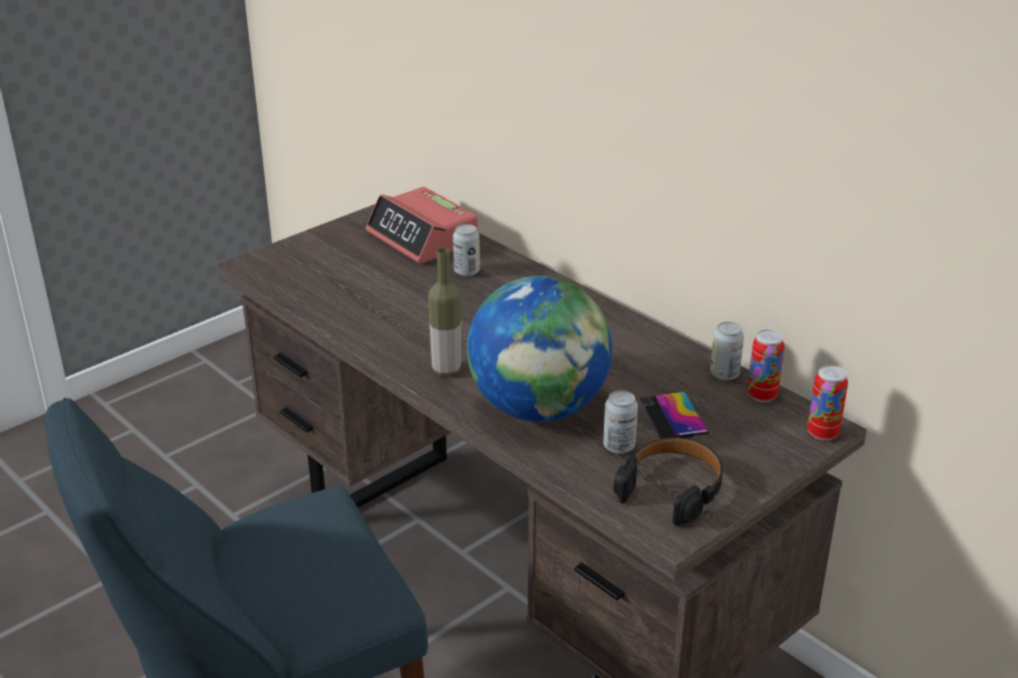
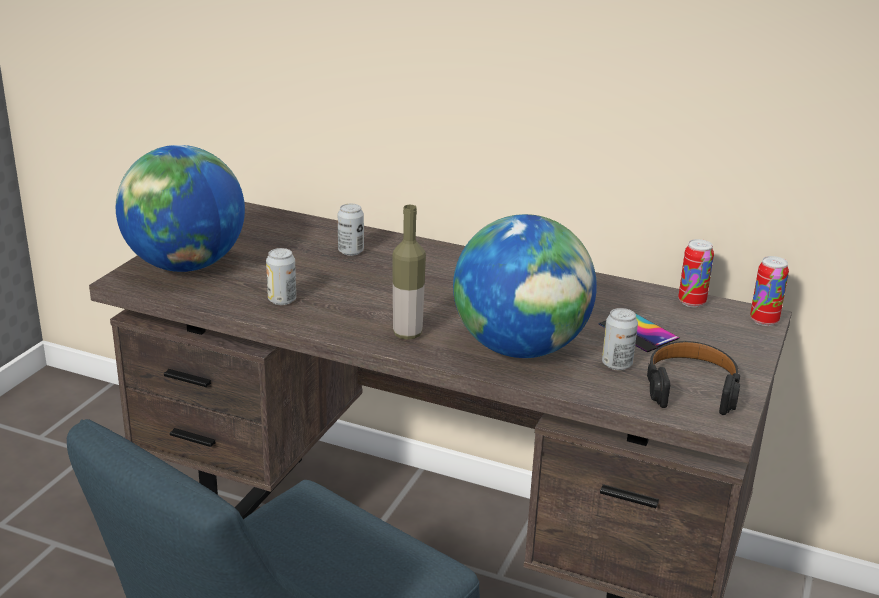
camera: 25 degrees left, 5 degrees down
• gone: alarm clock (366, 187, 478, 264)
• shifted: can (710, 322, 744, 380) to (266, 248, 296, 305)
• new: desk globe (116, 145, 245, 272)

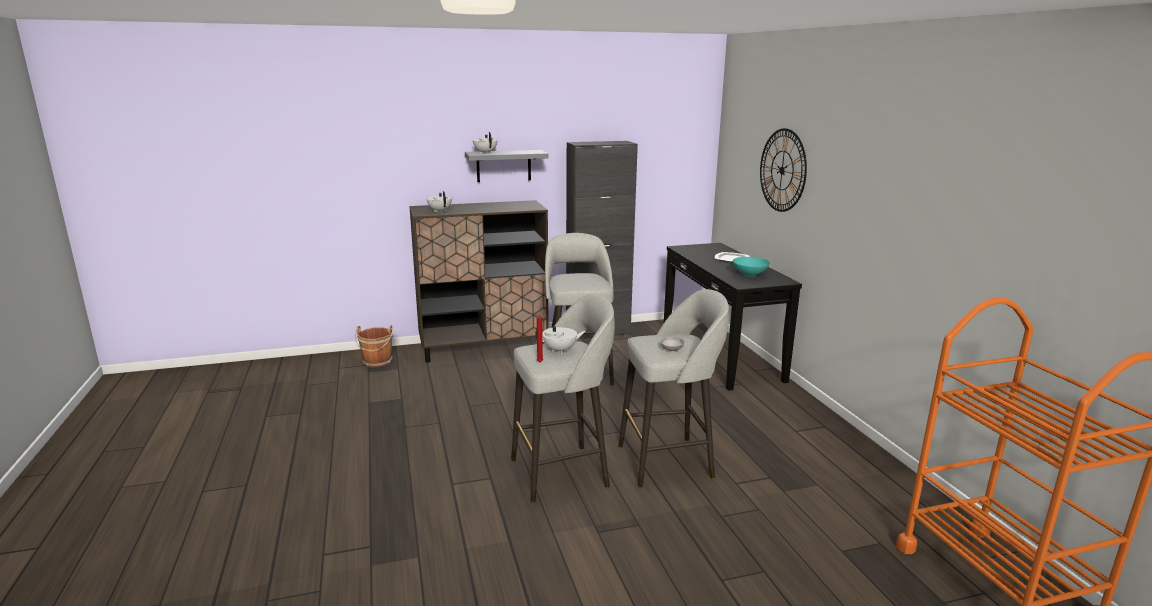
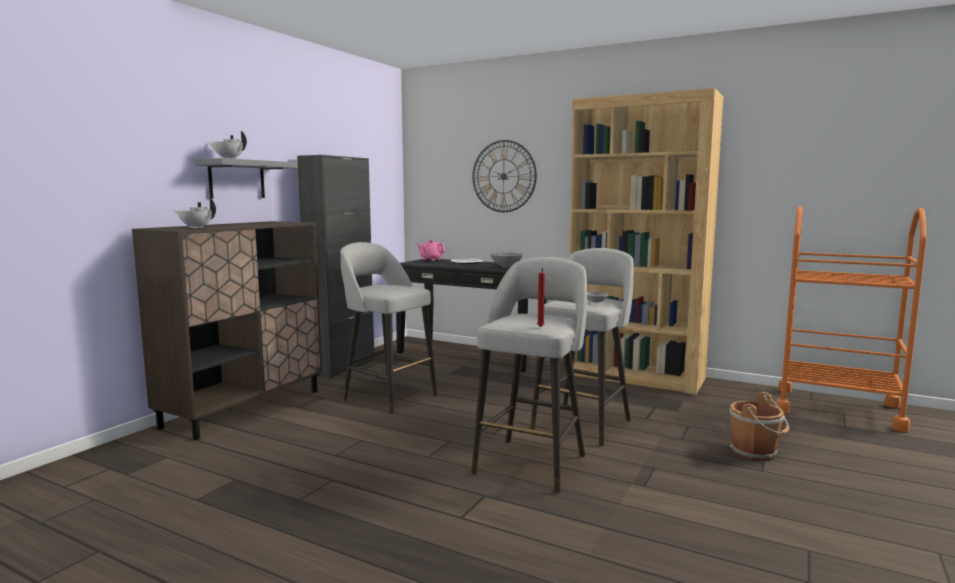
camera: 45 degrees left, 10 degrees down
• repainted: deep dish in blue-green (733, 257, 770, 276) to deep dish in greyish (490, 253, 523, 267)
• shifted: bucket in brown (355, 326, 394, 367) to (730, 392, 790, 461)
• gone: pot for tea in white (535, 326, 586, 354)
• new: bookshelf in brown (569, 88, 724, 395)
• new: pot for tea in pink-coloured (417, 240, 445, 261)

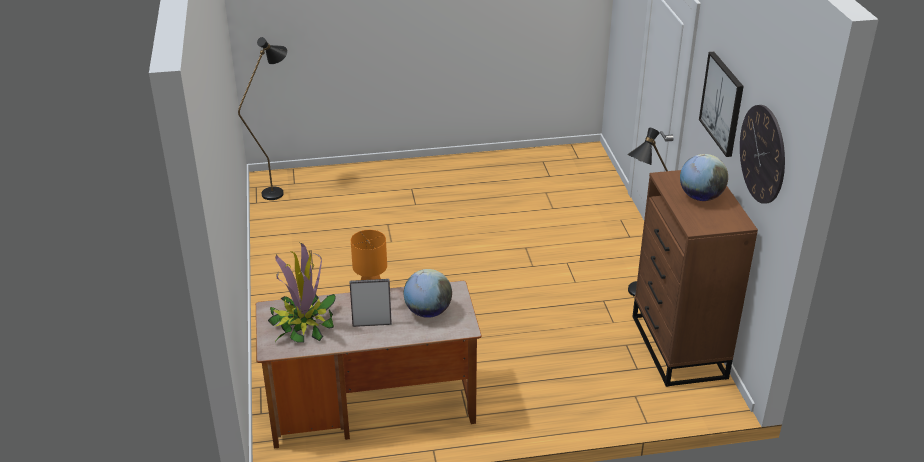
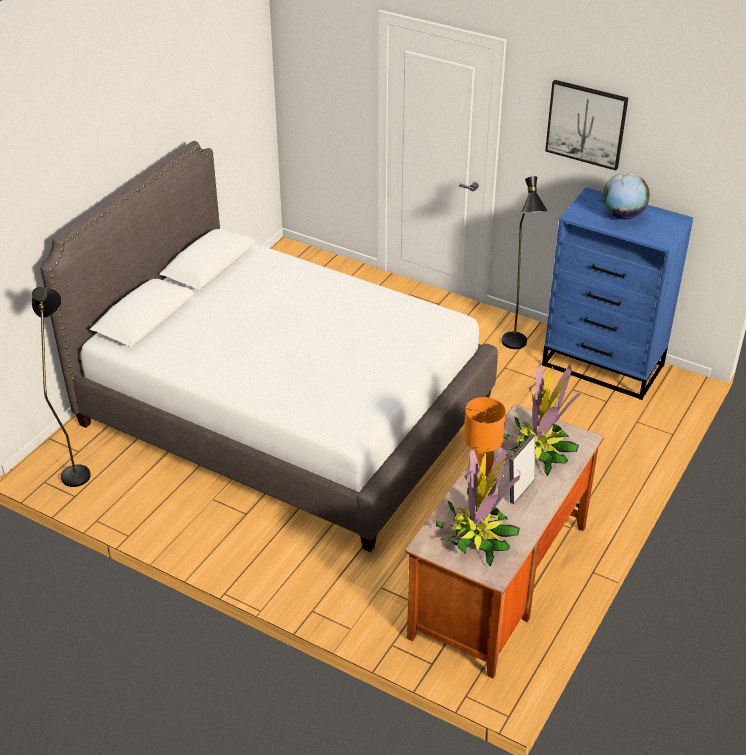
camera: 50 degrees left, 5 degrees up
• gone: clock on the wall (740, 105, 785, 204)
• repainted: drawer chest in brown (632, 170, 758, 387) to drawer chest in blue-coloured (542, 188, 693, 400)
• swapped: desk globe (404, 269, 452, 318) to potted plant (503, 363, 582, 476)
• new: sleeping bed in white (40, 141, 498, 552)

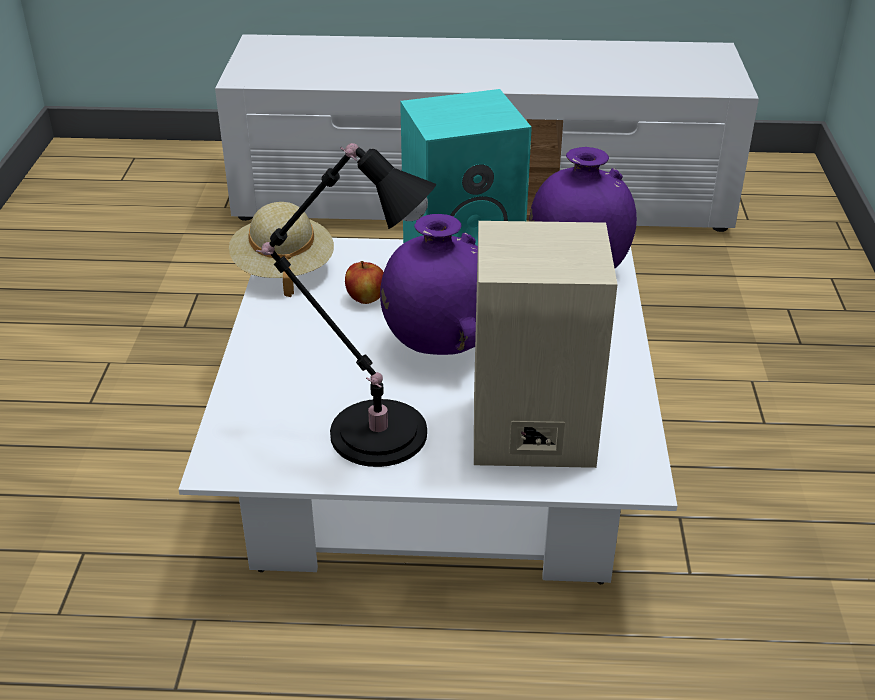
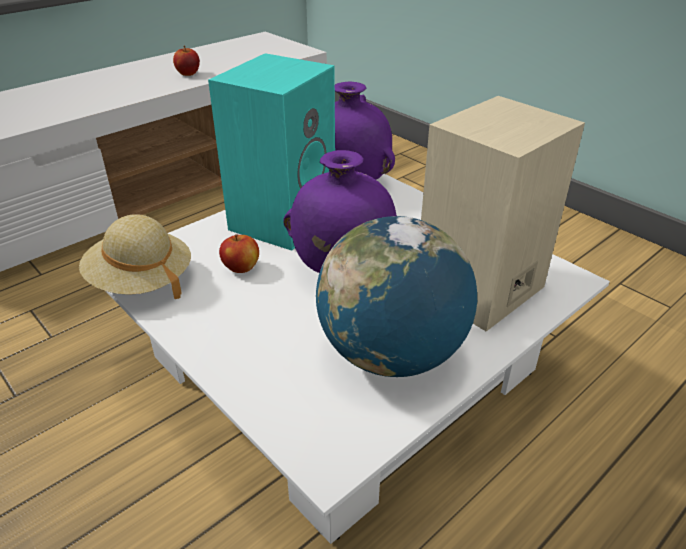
camera: 45 degrees left, 0 degrees up
• swapped: lamp for a table in blackish (256, 143, 436, 467) to desk globe (316, 216, 477, 377)
• new: apple (173, 45, 200, 76)

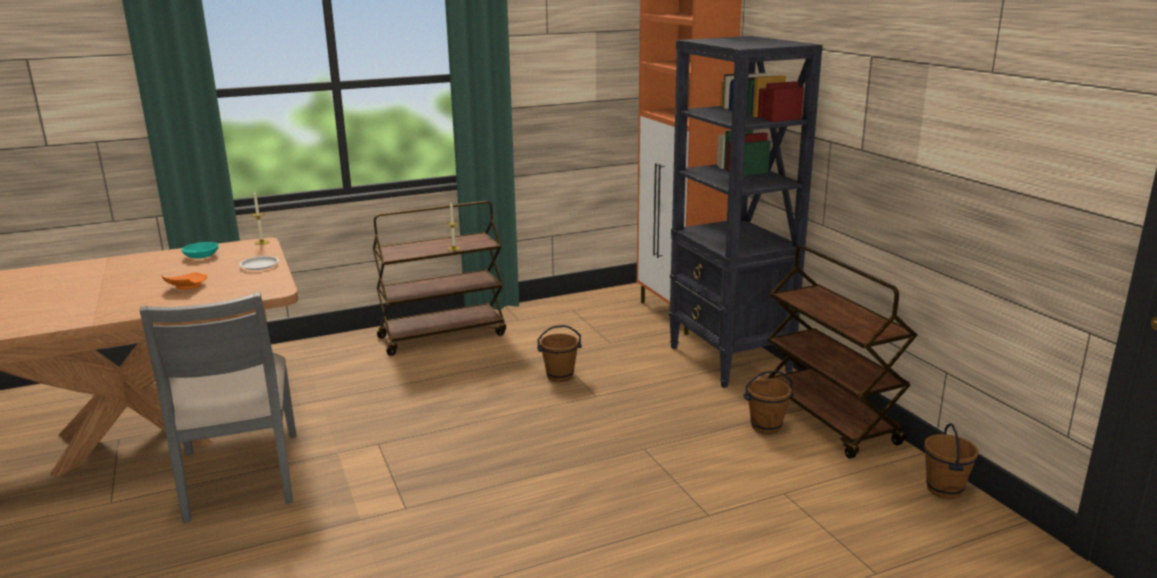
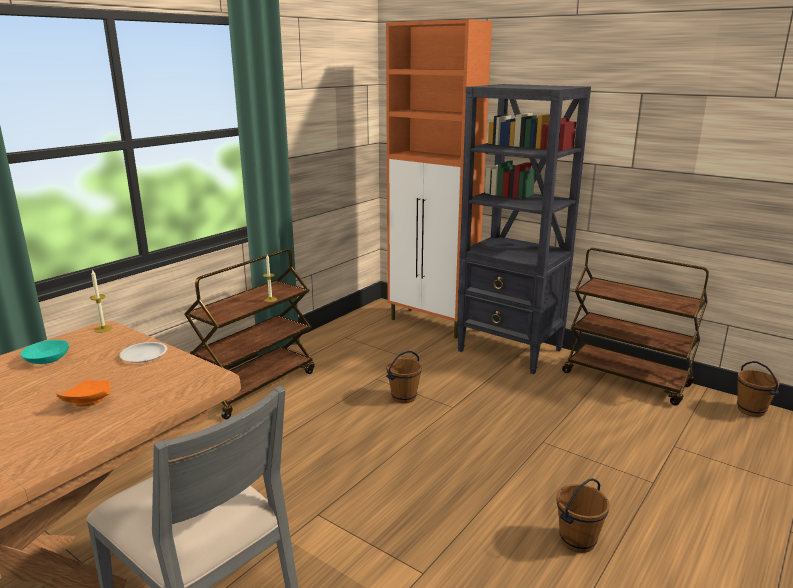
camera: 30 degrees left, 0 degrees up
• shifted: bucket in brown (743, 370, 794, 434) to (557, 478, 610, 553)

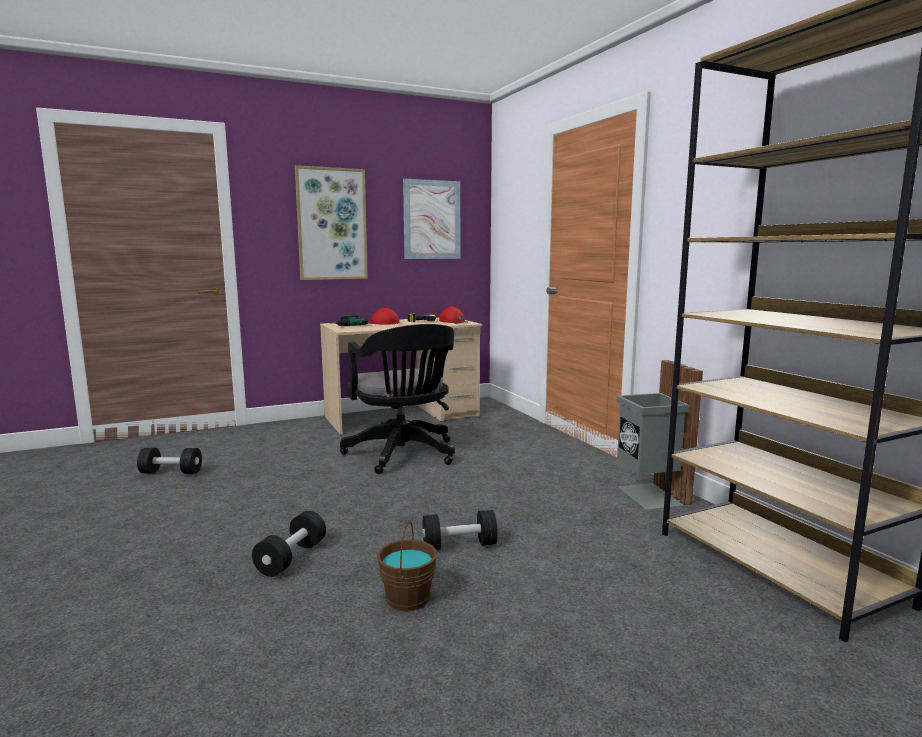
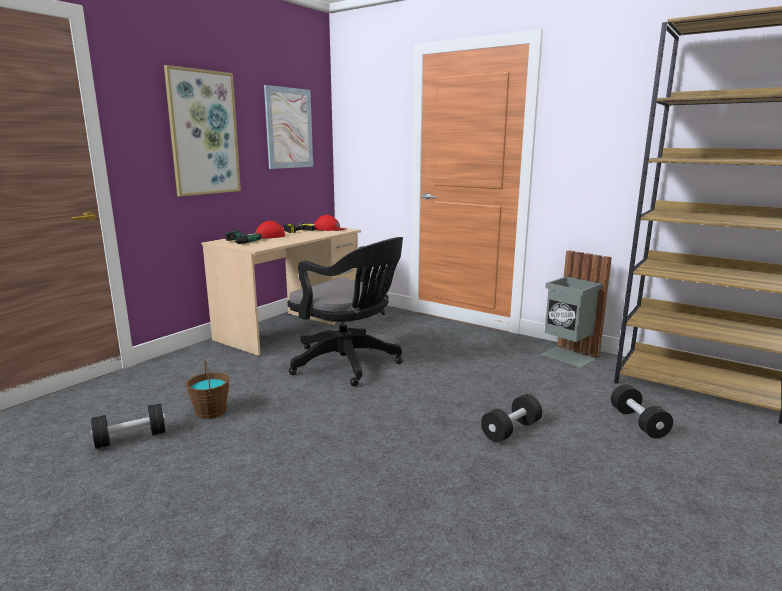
camera: 30 degrees left, 5 degrees up
• shifted: free weight in blackish (252, 511, 326, 577) to (611, 384, 673, 439)
• shifted: bucket in brown (377, 521, 437, 612) to (186, 359, 230, 419)

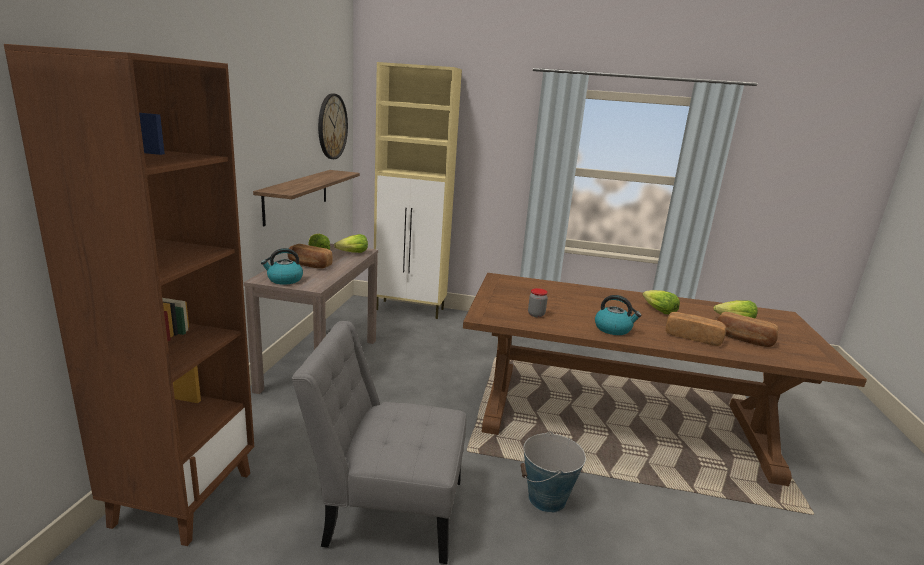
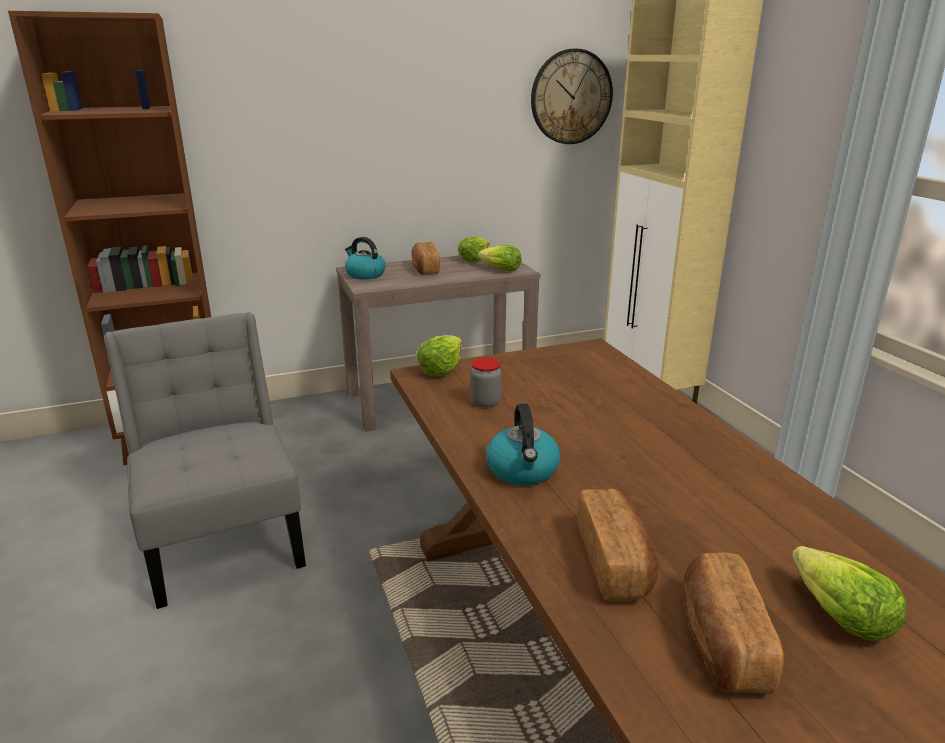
camera: 60 degrees right, 5 degrees up
• gone: wall shelf (253, 170, 360, 226)
• shifted: head of lettuce (642, 290, 680, 314) to (416, 335, 462, 376)
• gone: bucket (520, 431, 586, 513)

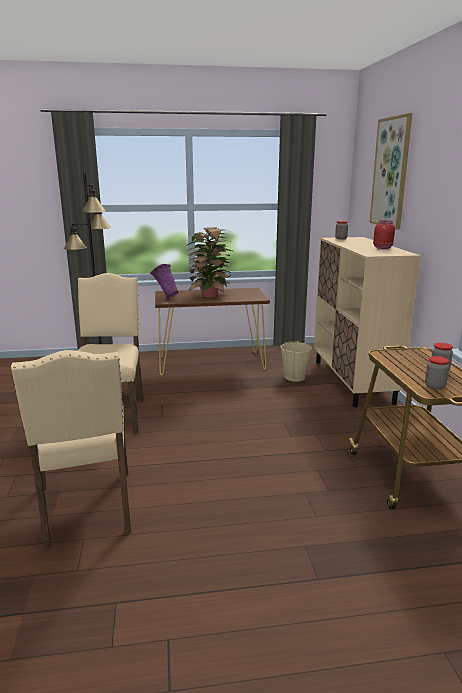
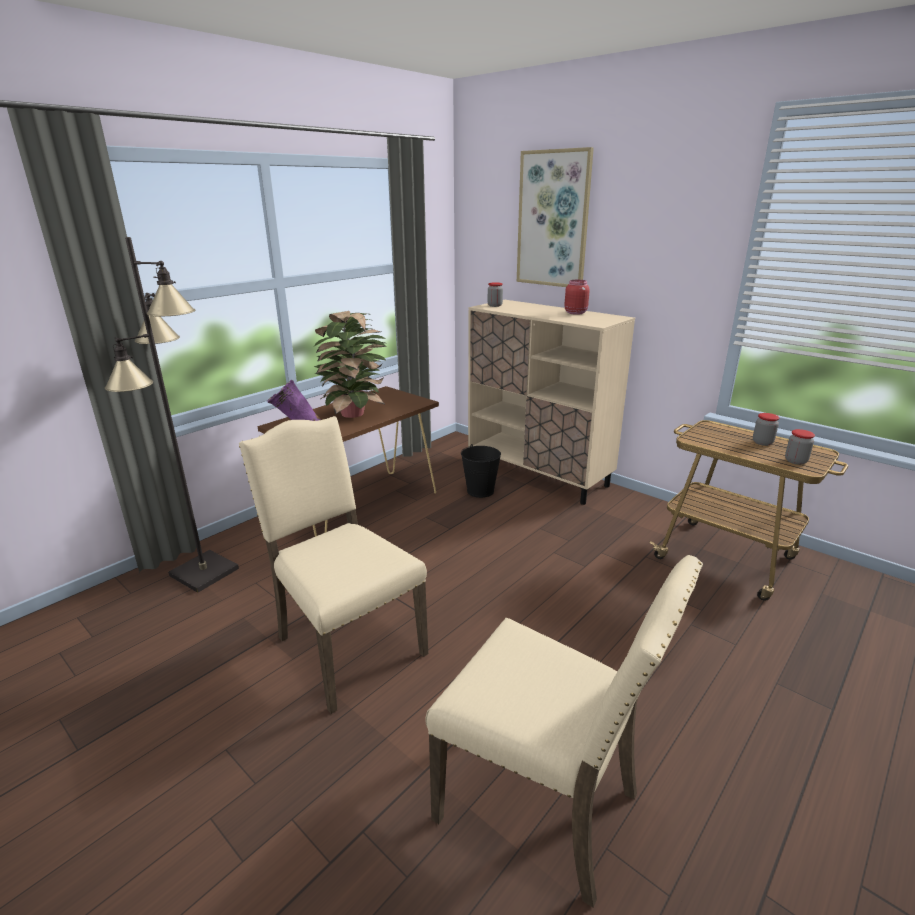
camera: 40 degrees left, 5 degrees up
• repainted: bucket in beige-coloured (280, 341, 312, 382) to bucket in blackish (461, 444, 501, 498)

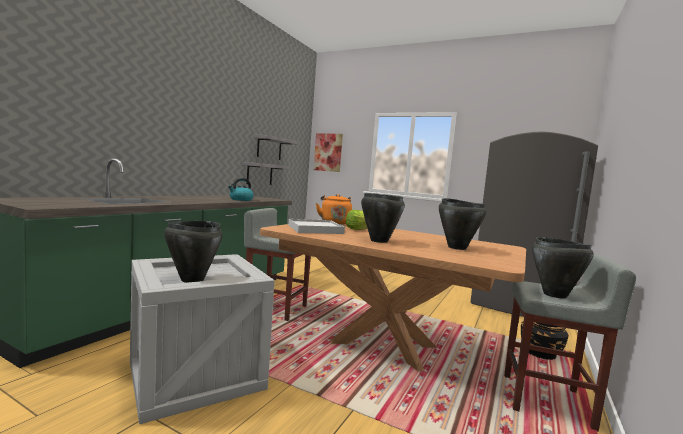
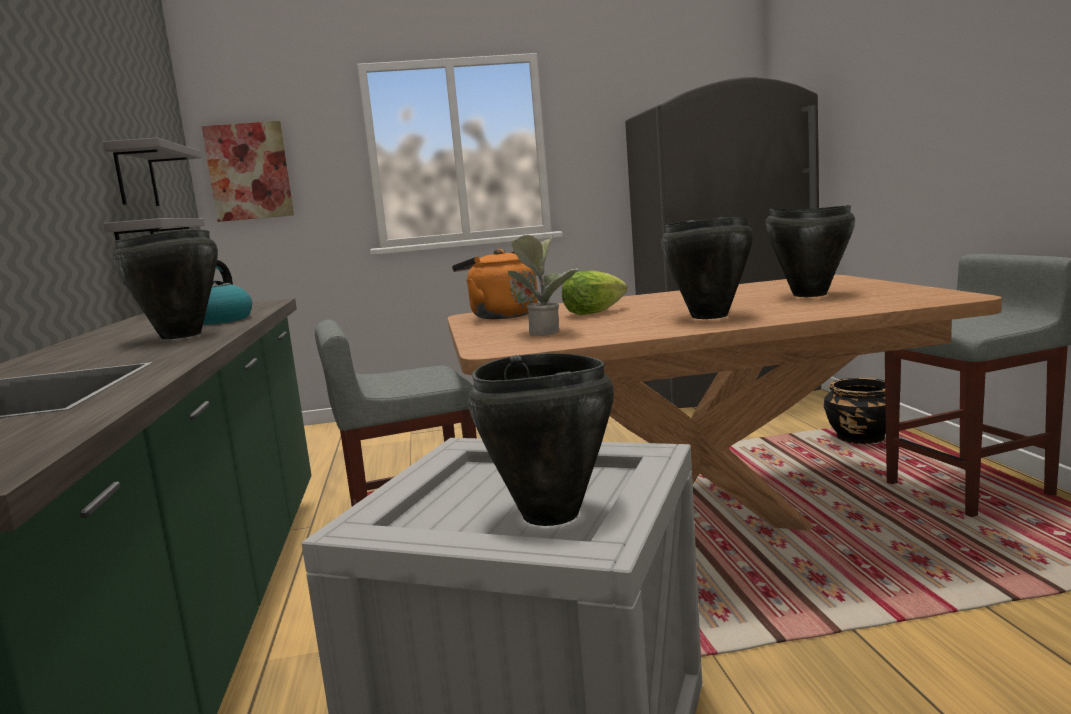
camera: 35 degrees left, 5 degrees up
• swapped: carrying tray in white (288, 219, 345, 234) to potted plant (508, 235, 579, 336)
• shifted: stockpot in blackish (532, 237, 594, 299) to (112, 229, 218, 339)

